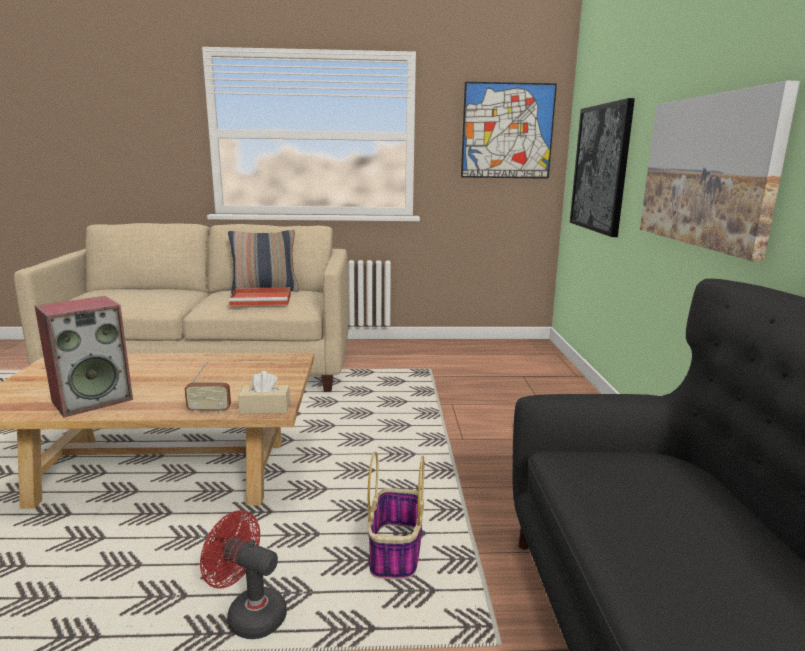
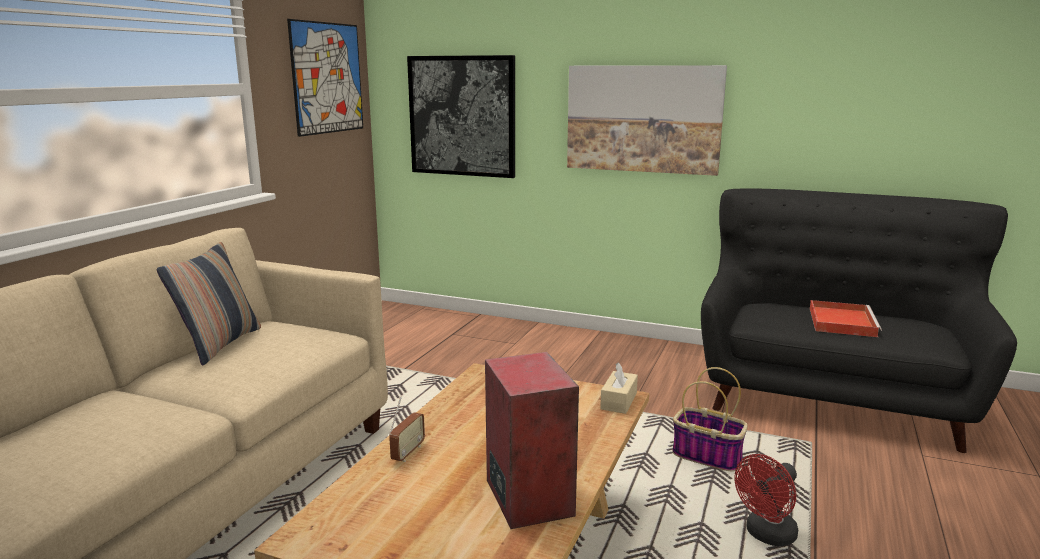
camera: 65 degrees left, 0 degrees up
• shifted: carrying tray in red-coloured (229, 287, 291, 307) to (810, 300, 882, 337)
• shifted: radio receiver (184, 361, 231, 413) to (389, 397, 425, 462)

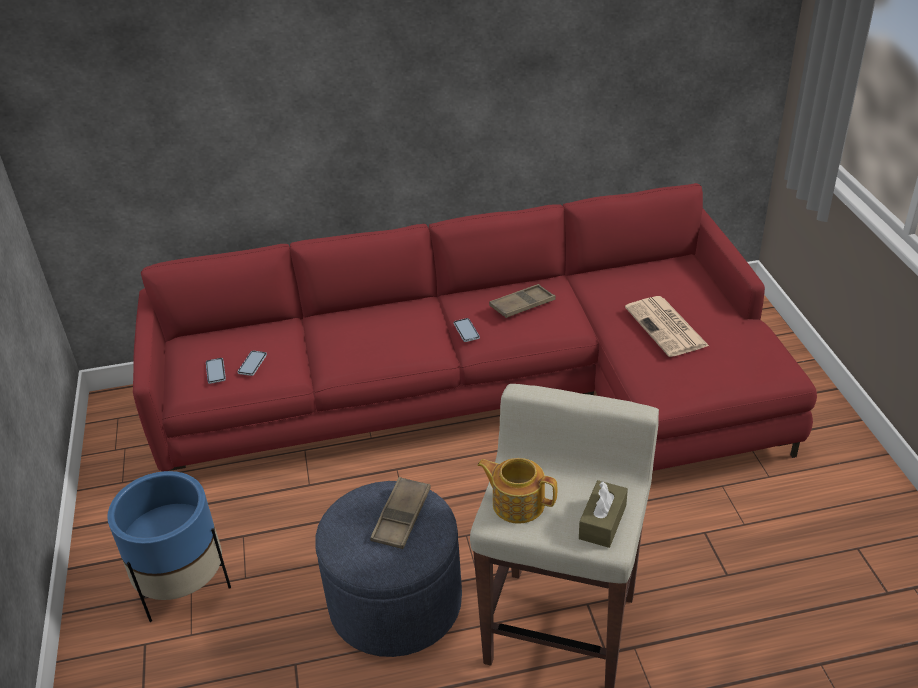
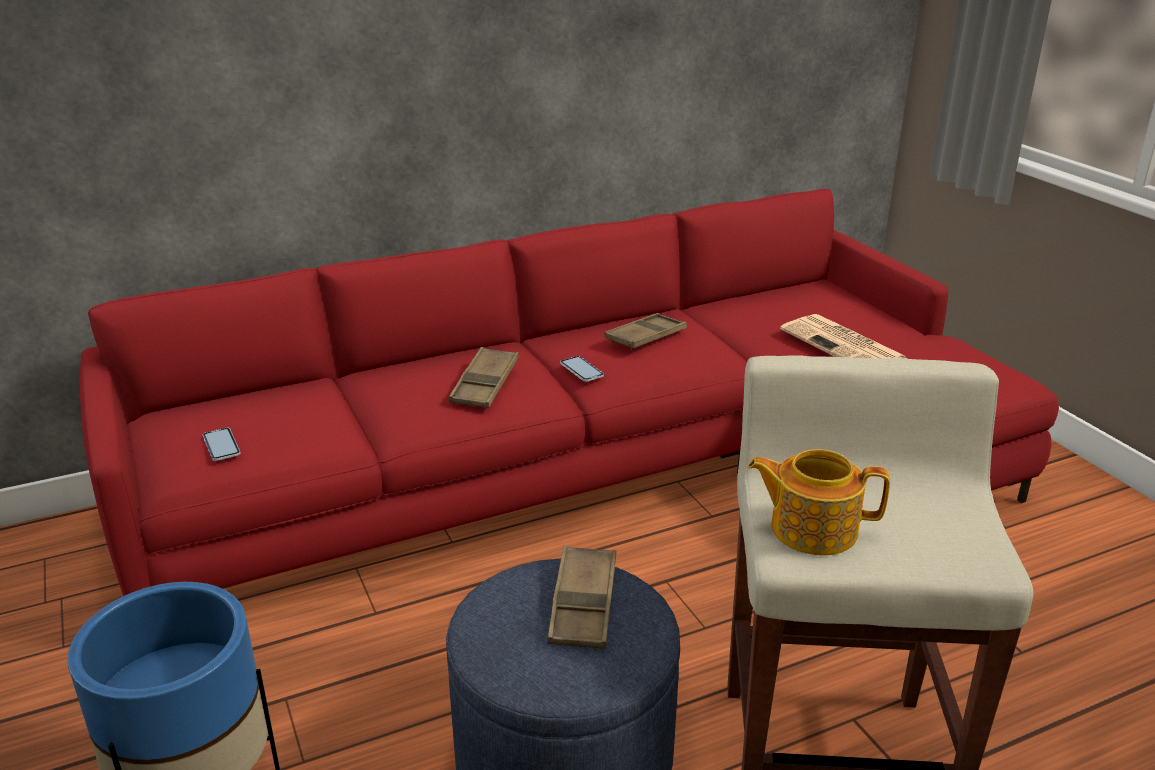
camera: 15 degrees left, 10 degrees down
• gone: phone (238, 351, 267, 376)
• gone: tissue holder in brown (579, 480, 628, 548)
• new: carrying tray in brown (449, 347, 519, 408)

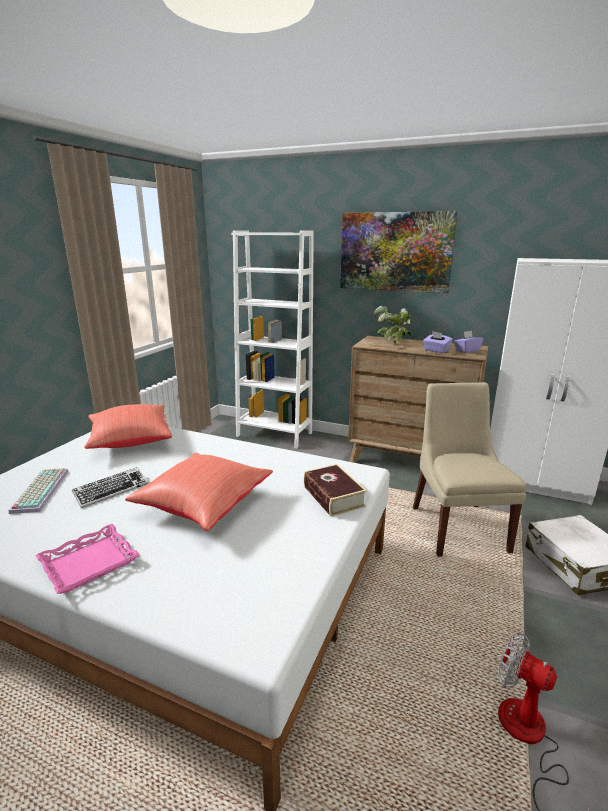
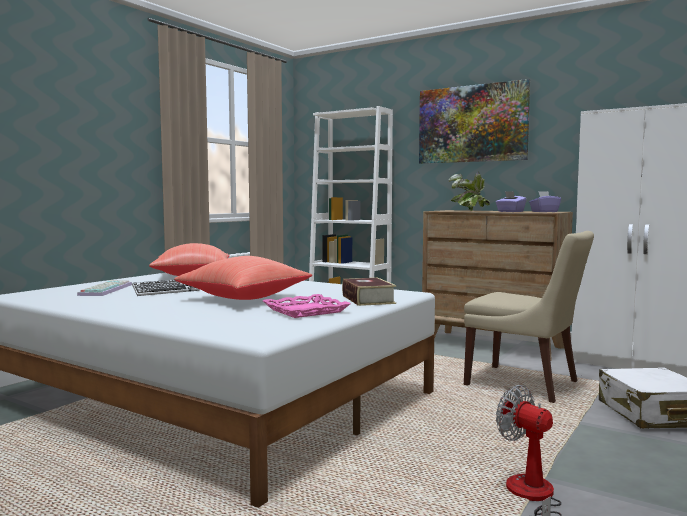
camera: 10 degrees right, 15 degrees down
• rotated: chair in beige-coloured (413, 382, 527, 557) = (464, 231, 594, 403) 120 degrees clockwise
• shifted: carrying tray in pink-coloured (35, 524, 140, 594) to (263, 294, 351, 318)

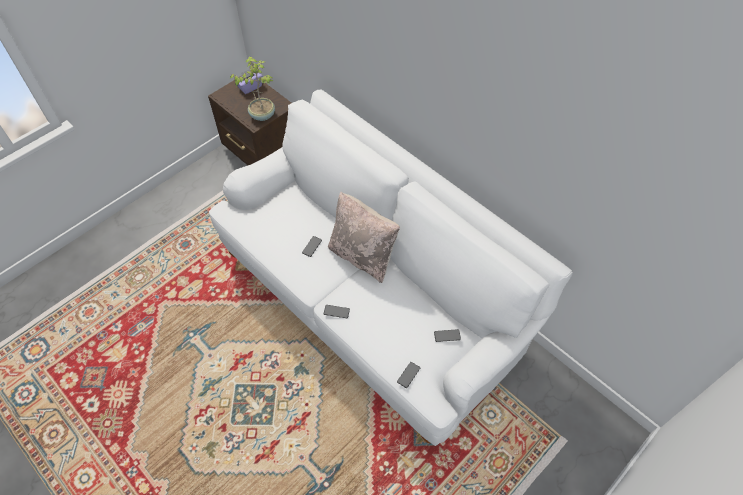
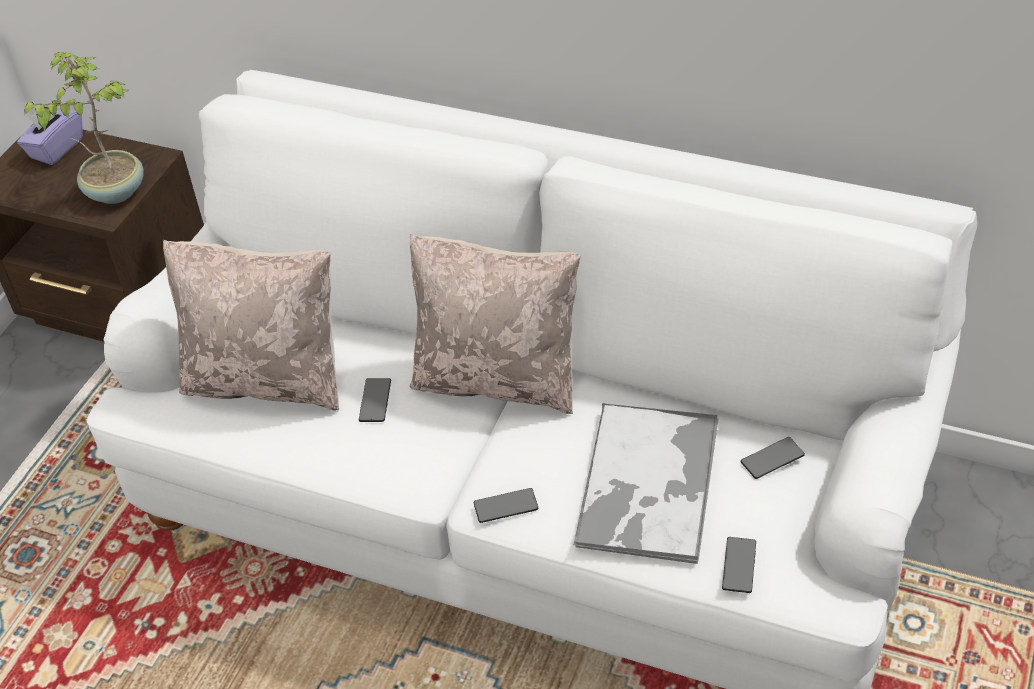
camera: 20 degrees left, 10 degrees down
• new: pillow in beige-coloured (163, 240, 339, 410)
• new: carrying tray (573, 402, 718, 564)

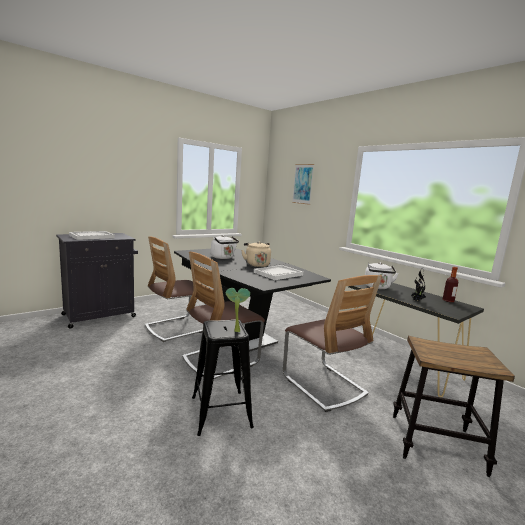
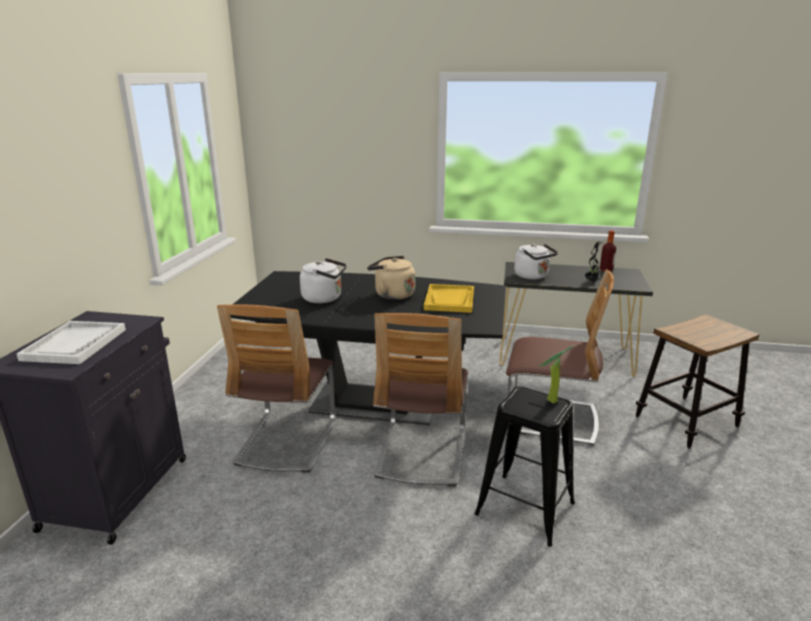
camera: 40 degrees left, 10 degrees up
• gone: wall picture (292, 164, 314, 205)
• repainted: carrying tray in white (254, 265, 303, 280) to carrying tray in yellow-coloured (424, 284, 474, 313)

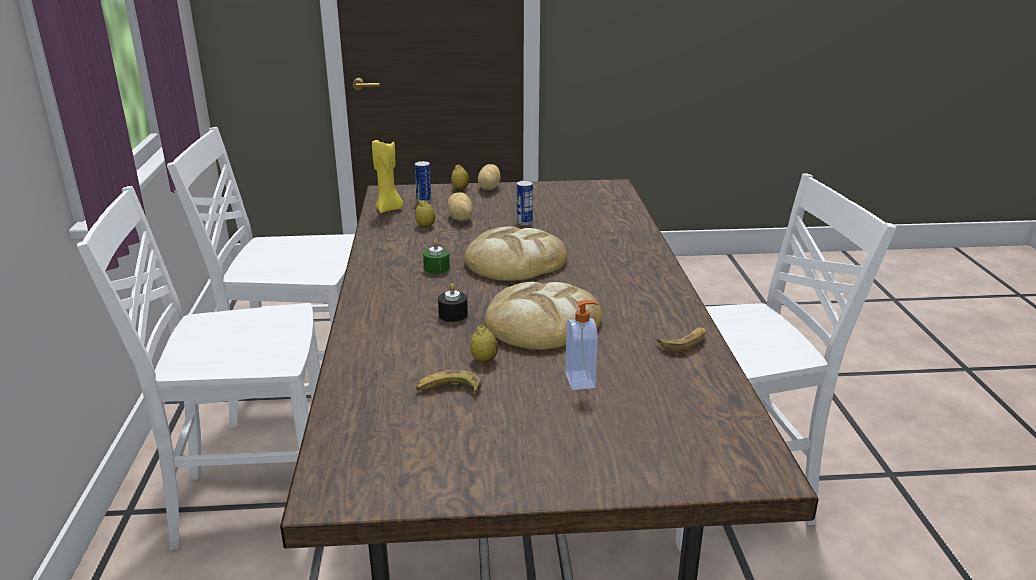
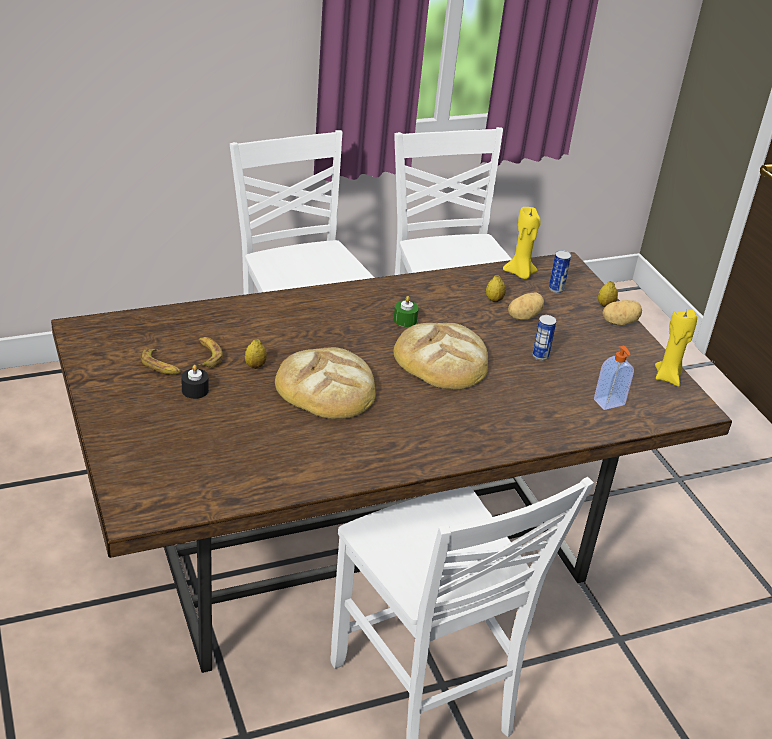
camera: 70 degrees right, 10 degrees up
• shifted: wax light in blackish (438, 283, 468, 322) to (181, 365, 209, 399)
• shifted: soap dispenser (565, 300, 598, 390) to (594, 346, 634, 410)
• shifted: banana (657, 327, 706, 353) to (140, 349, 181, 375)
• new: wax light in yellow-coloured (655, 309, 697, 387)

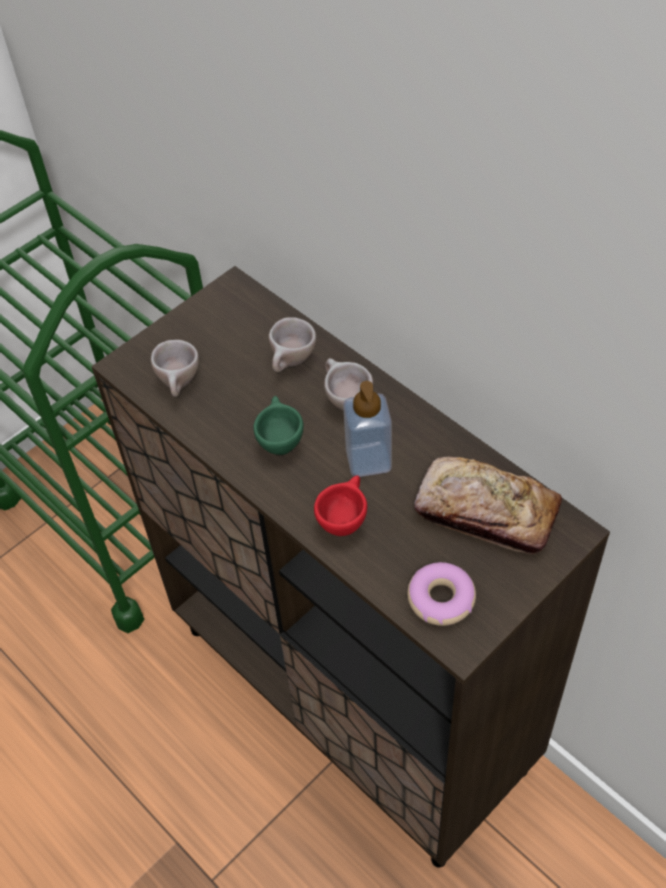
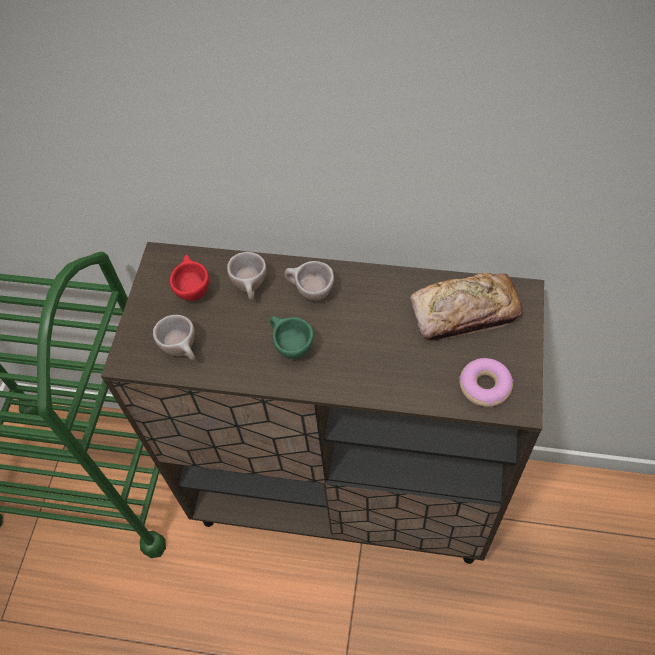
camera: 35 degrees left, 5 degrees up
• gone: soap dispenser (343, 381, 392, 477)
• shifted: small cup in red-coloured (314, 475, 367, 536) to (170, 255, 209, 301)

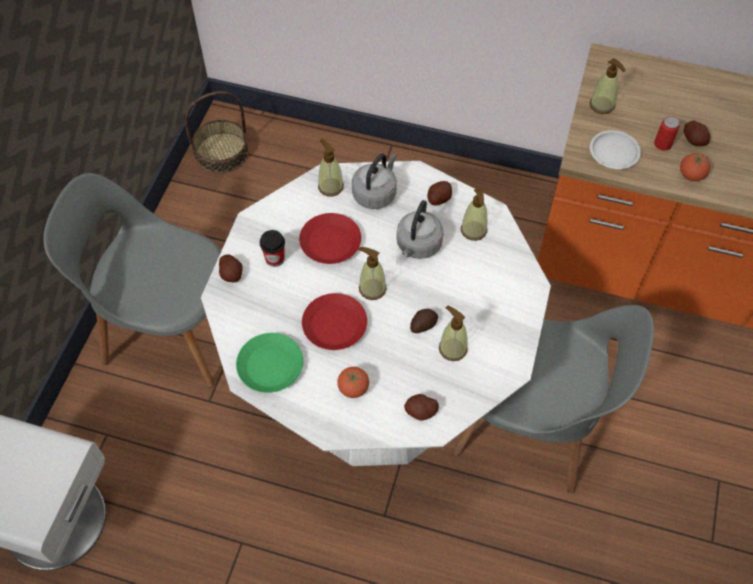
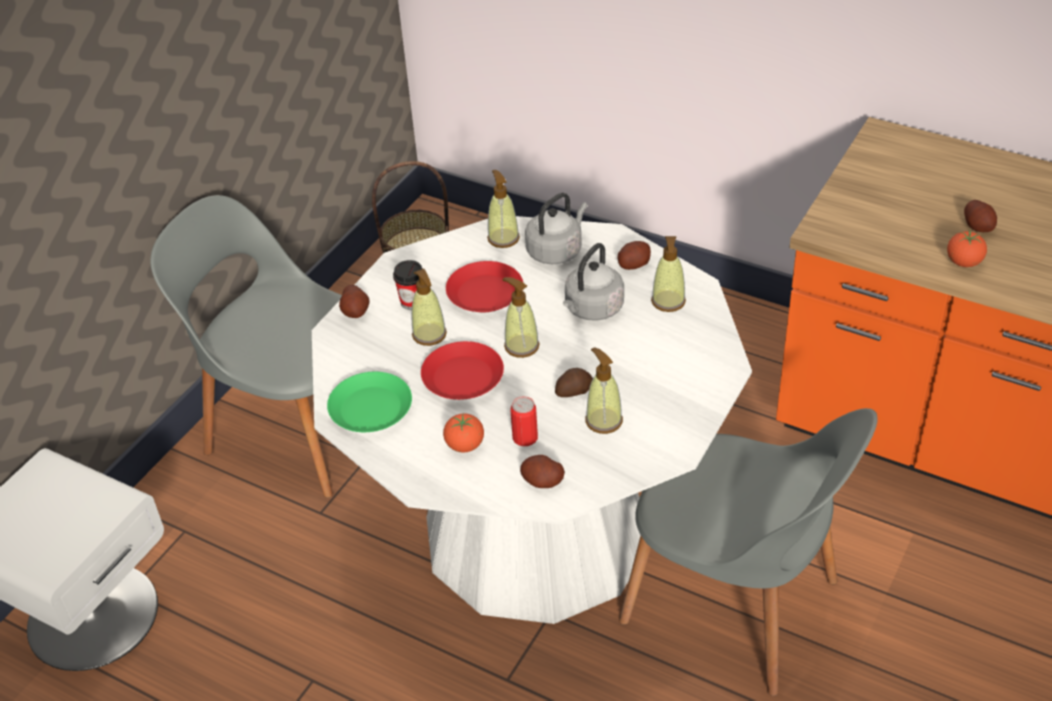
camera: 15 degrees right, 15 degrees down
• shifted: soap dispenser (590, 58, 626, 114) to (411, 269, 447, 346)
• shifted: can (654, 116, 680, 151) to (510, 396, 538, 446)
• gone: dinner plate in white (590, 130, 641, 169)

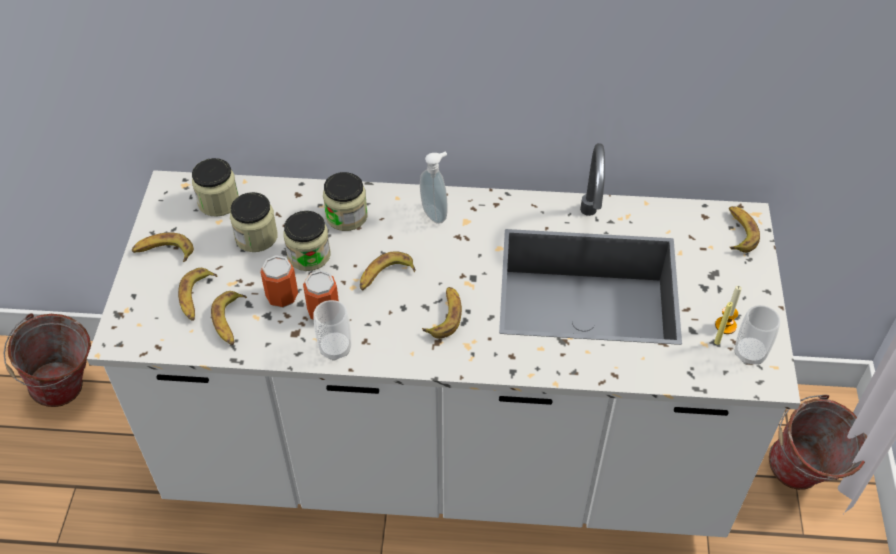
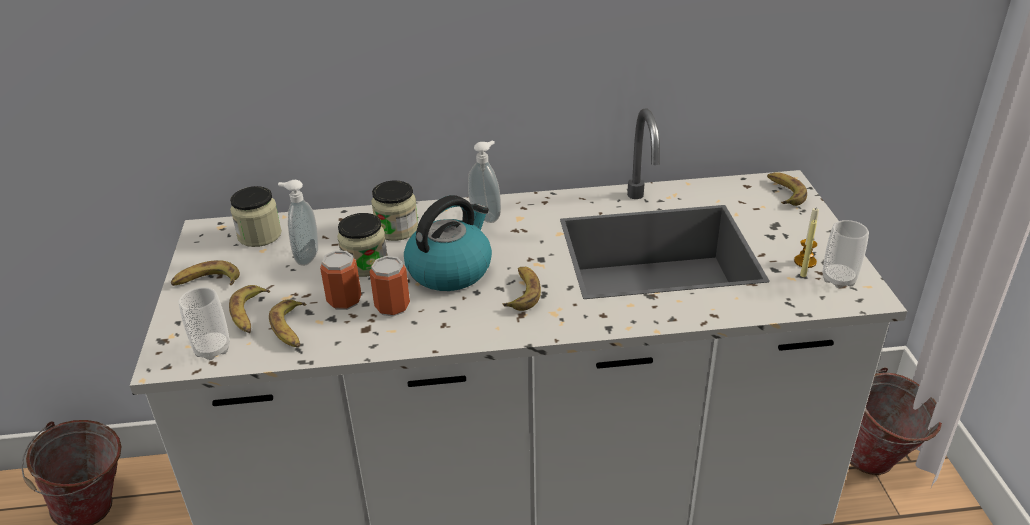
camera: 10 degrees left, 15 degrees down
• swapped: storage jar (230, 192, 278, 252) to soap dispenser (278, 180, 318, 266)
• swapped: banana (360, 251, 416, 290) to tea kettle (404, 195, 492, 291)
• shifted: small cup (314, 300, 351, 361) to (179, 287, 230, 360)

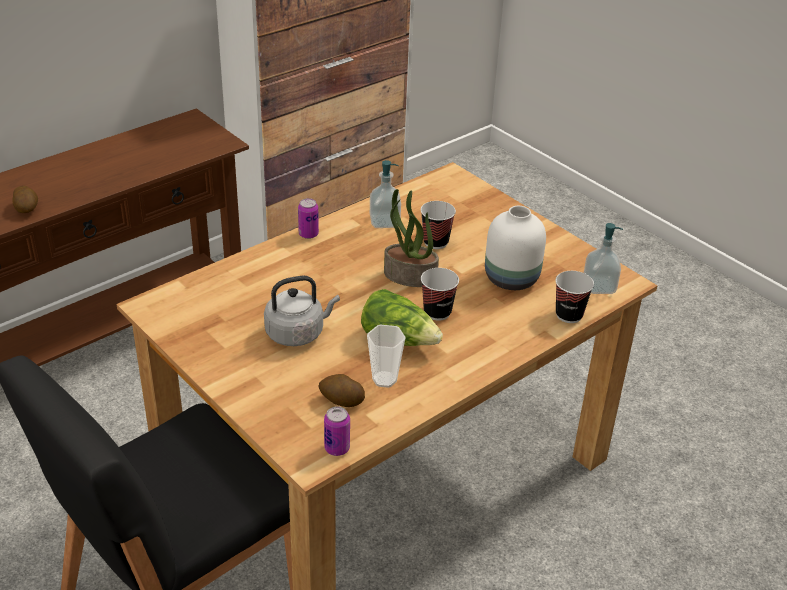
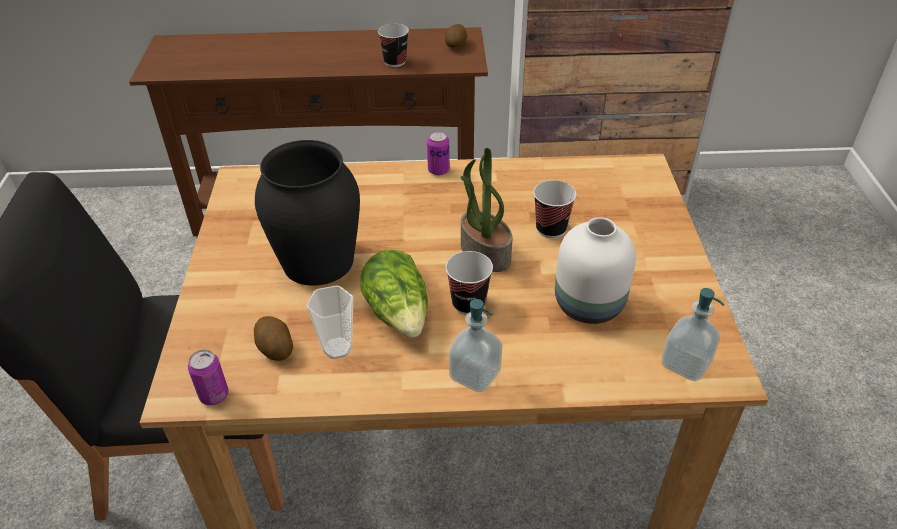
camera: 40 degrees right, 5 degrees up
• shifted: soap dispenser (370, 160, 401, 228) to (449, 299, 503, 392)
• shifted: whole potato (13, 185, 38, 213) to (445, 24, 467, 47)
• shifted: small cup (556, 271, 594, 323) to (378, 24, 409, 67)
• swapped: tea kettle in greyish (264, 276, 340, 346) to decorative vase in blackish (255, 140, 360, 286)

